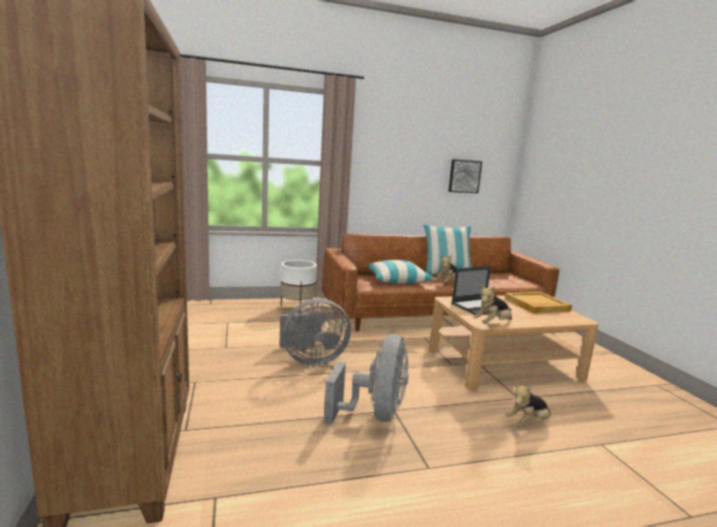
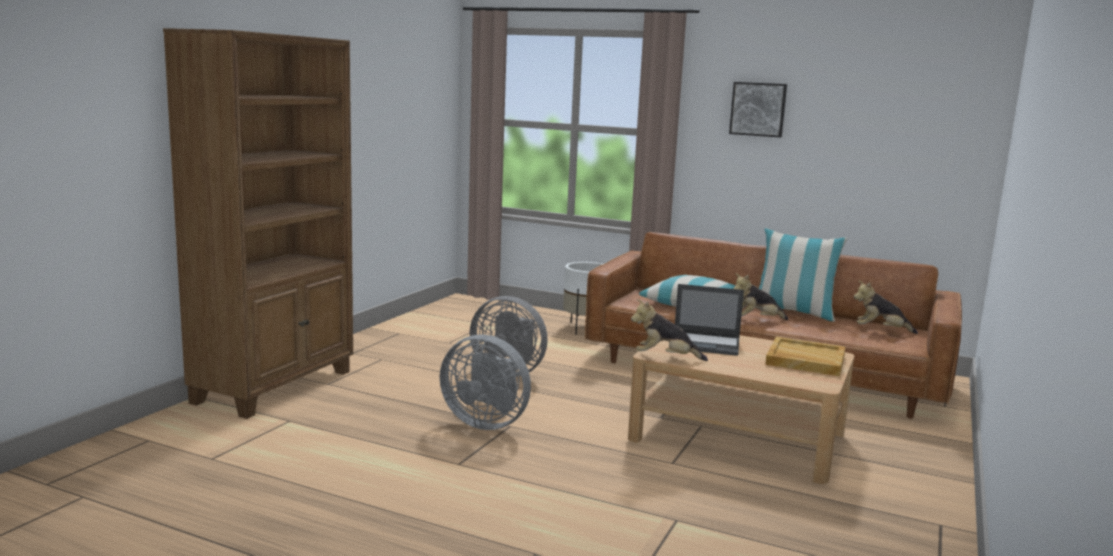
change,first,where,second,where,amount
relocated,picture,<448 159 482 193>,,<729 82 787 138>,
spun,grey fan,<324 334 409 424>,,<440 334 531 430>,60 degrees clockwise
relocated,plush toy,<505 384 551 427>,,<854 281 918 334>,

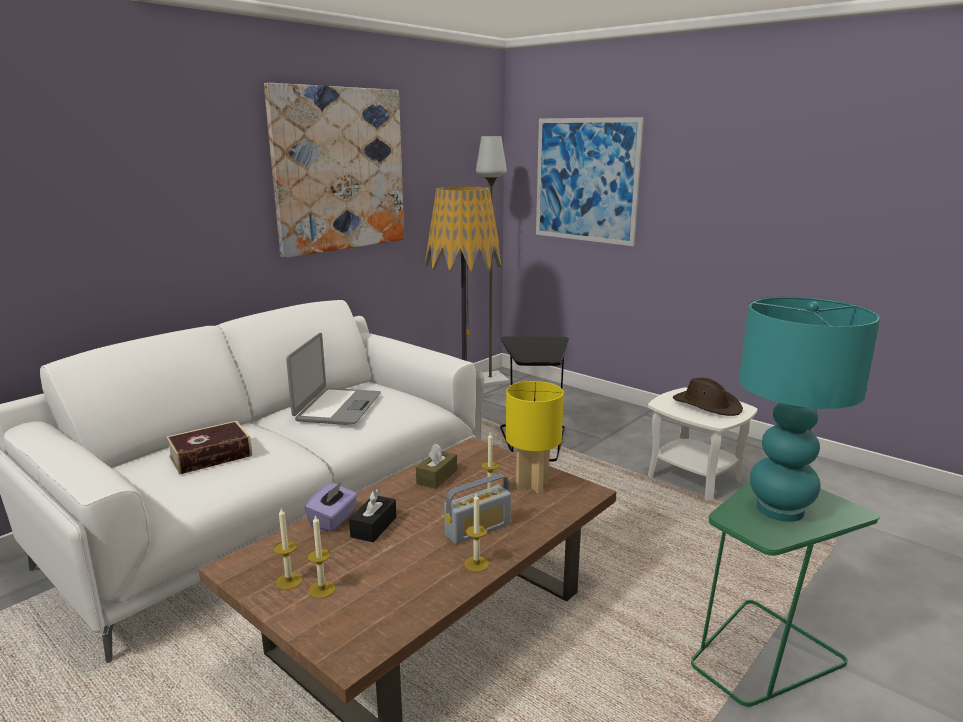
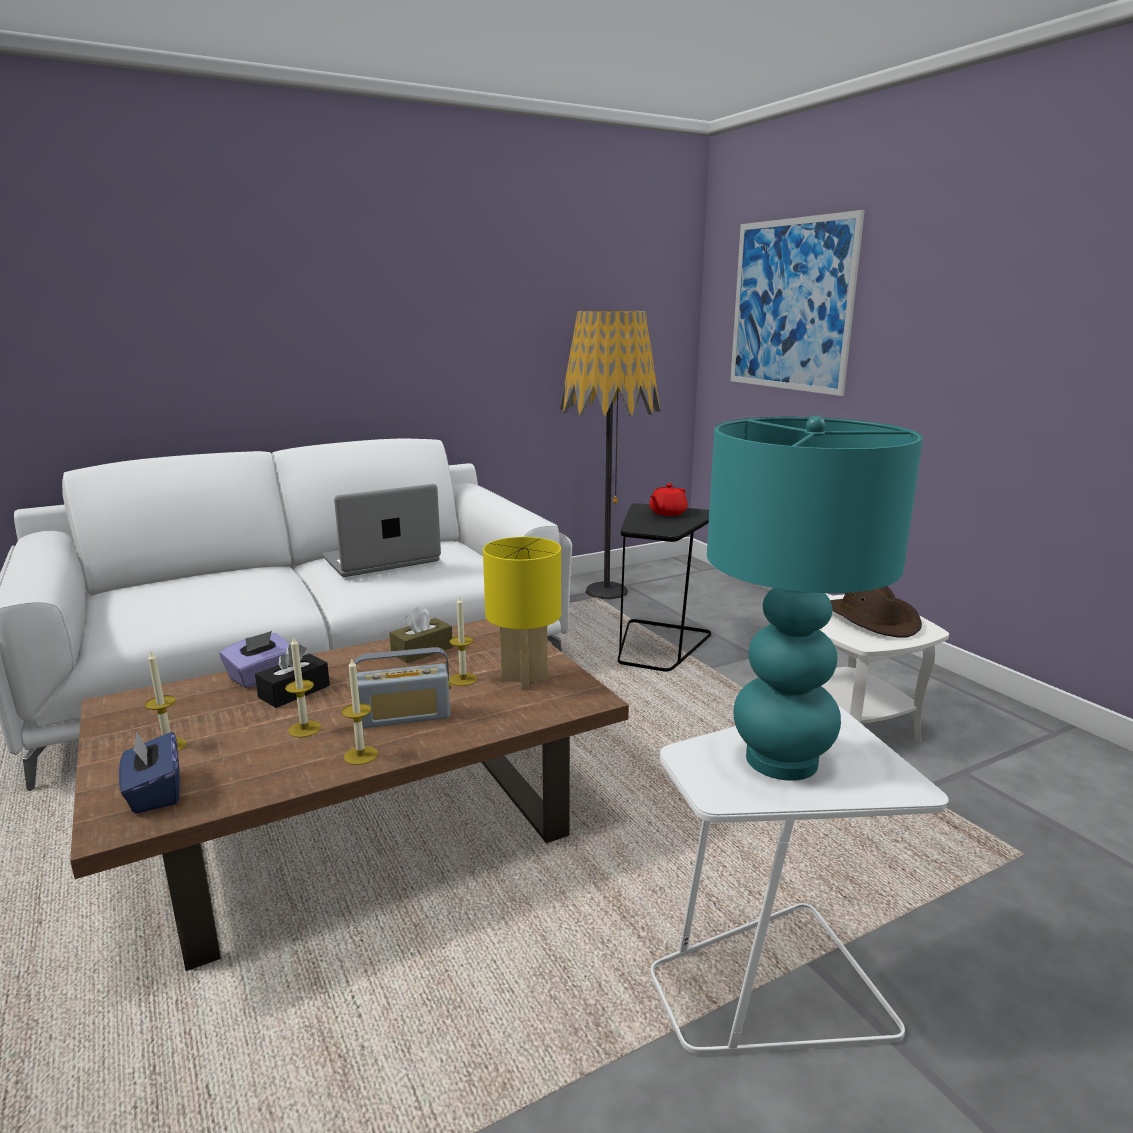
change,first,where,second,where,amount
missing,picture,<264 83 404 258>,,,
missing,grey floor lamp,<476 136 510 387>,,,
spun,laptop,<286 333 381 425>,,<322 484 441 577>,150 degrees counterclockwise
missing,book,<166 421 252 475>,,,
colour,green side table,<691 481 880 707>,white side table,<650 706 949 1054>,
relocated,candle,<274 508 303 590>,,<285 635 321 738>,
appeared,,,red teapot,<649 483 688 516>,
appeared,,,blue tissue box,<119 732 180 814>,

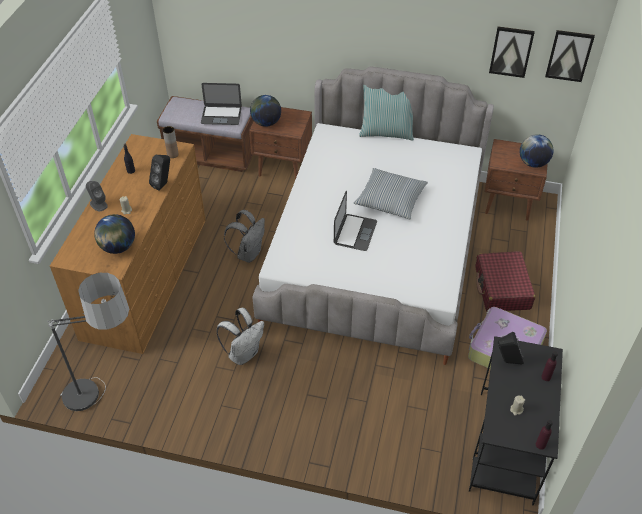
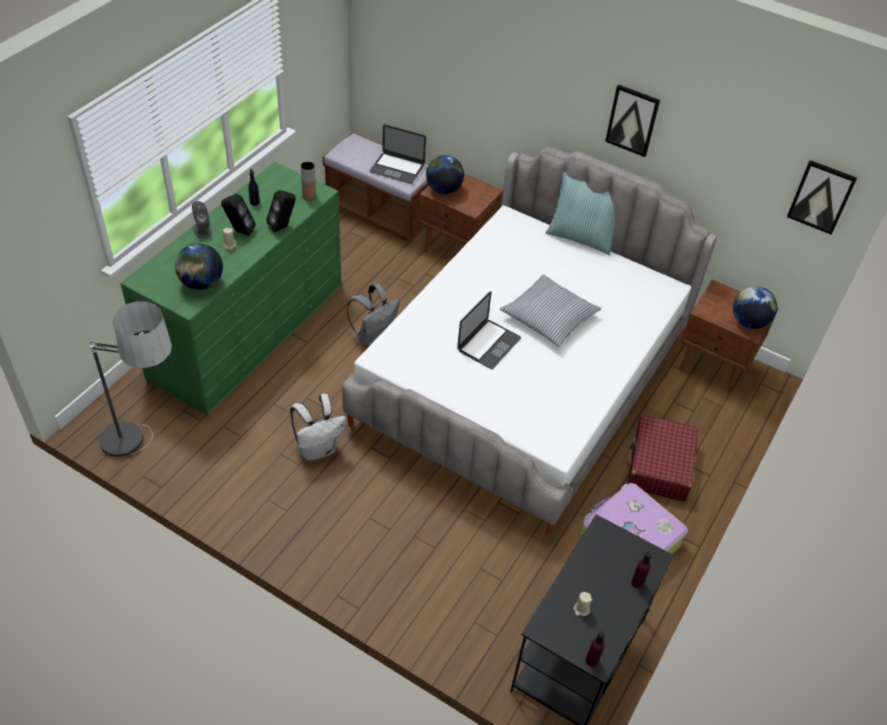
change,first,where,second,where,amount
relocated,picture,<489 26 535 78>,,<605 85 660 157>,
colour,brown dresser,<50 134 206 354>,green dresser,<120 162 341 415>,
relocated,black speaker,<498 332 524 365>,,<221 194 255 236>,

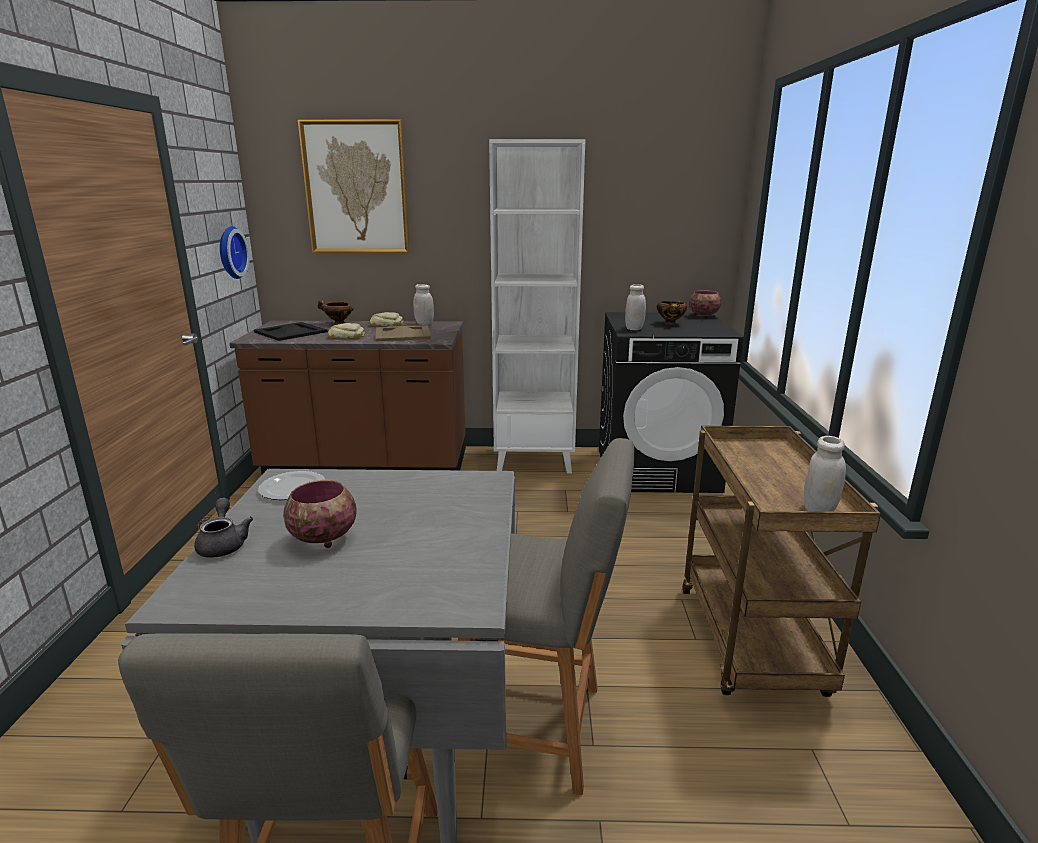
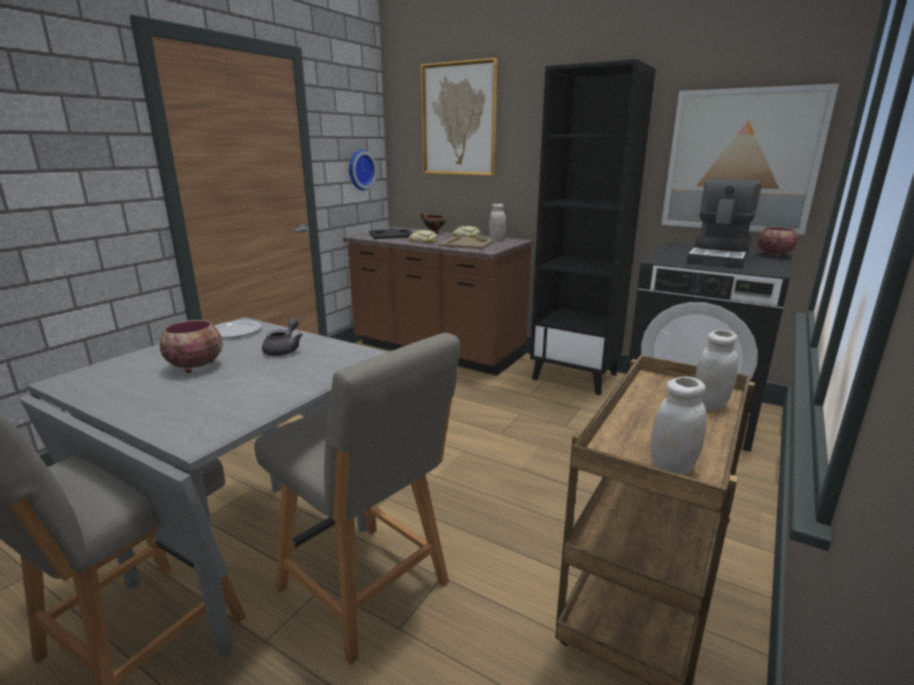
change,first,where,second,where,amount
colour,white bookcase,<489 139 585 474>,black bookcase,<530 59 656 395>,
relocated,white jar,<625 284 646 330>,,<695 330 738 411>,
exchanged,bowl,<657 301 687 325>,coffee machine,<687 178 762 268>,
relocated,grey teapot,<194 498 253 558>,,<262 318 303 356>,
appeared,,,picture,<661 84 839 235>,

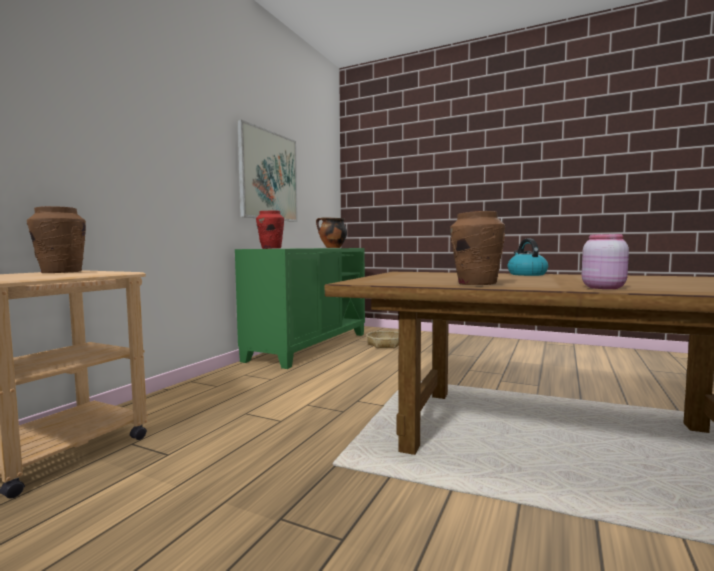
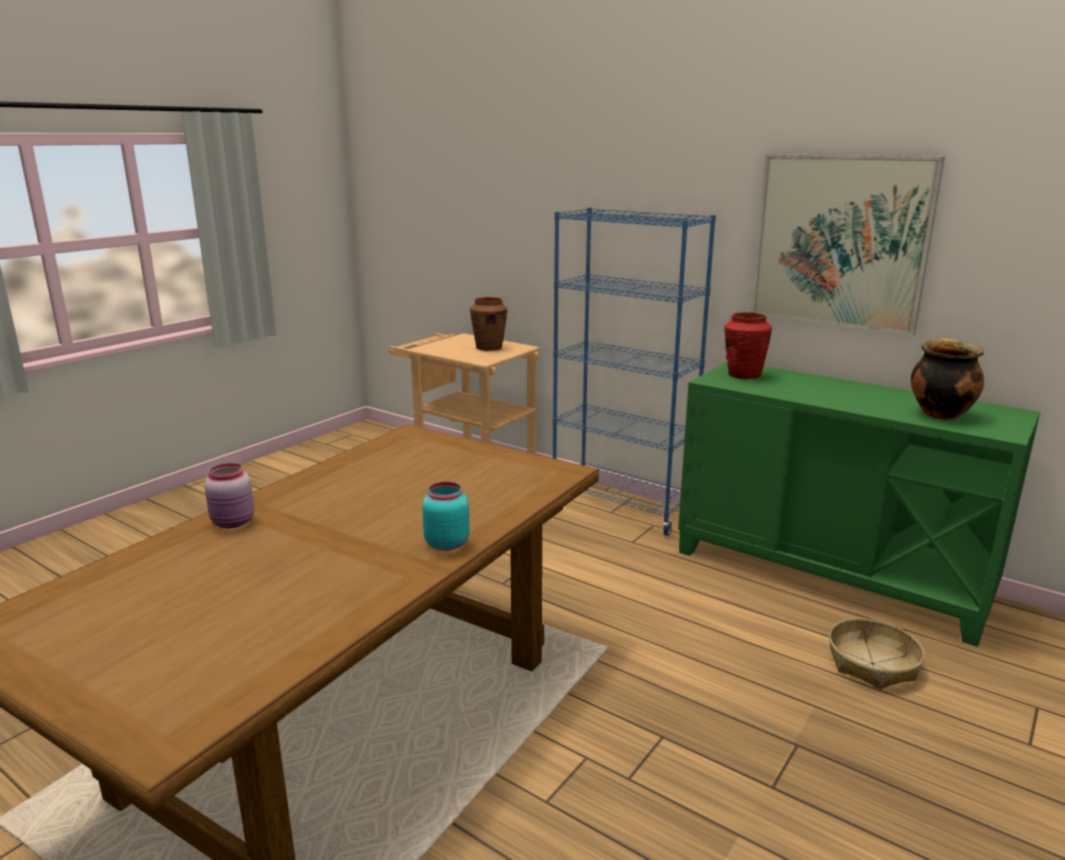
change,first,where,second,where,amount
missing,brown vase,<450 211 506 285>,,,
exchanged,kettle,<508 239 548 276>,turquoise jar,<422 482 470 551>,
appeared,,,blue bookcase,<553 207 716 535>,

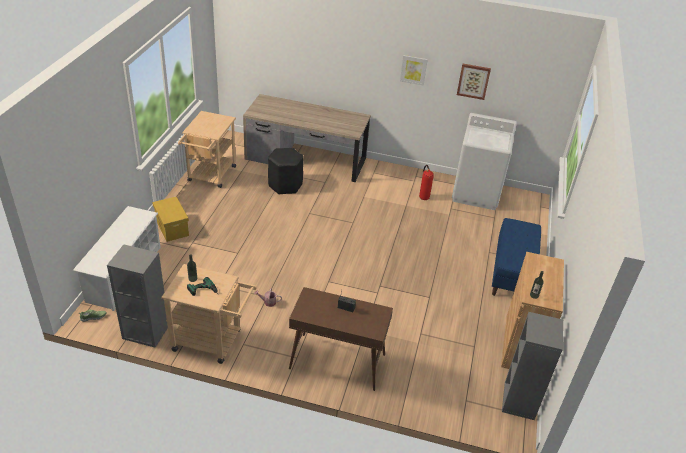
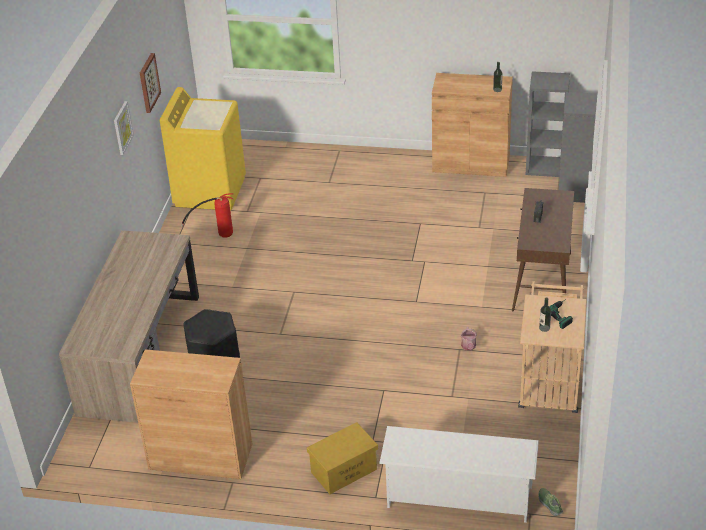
change,first,where,second,where,amount
exchanged,beige cart,<178 111 236 188>,brown cabinet,<130 349 252 479>,
colour,white washing machine,<452 113 517 210>,yellow washing machine,<160 87 246 211>,
missing,blue bench,<492 218 541 296>,,,
relocated,grey bookcase,<107 244 168 348>,,<559 92 597 203>,

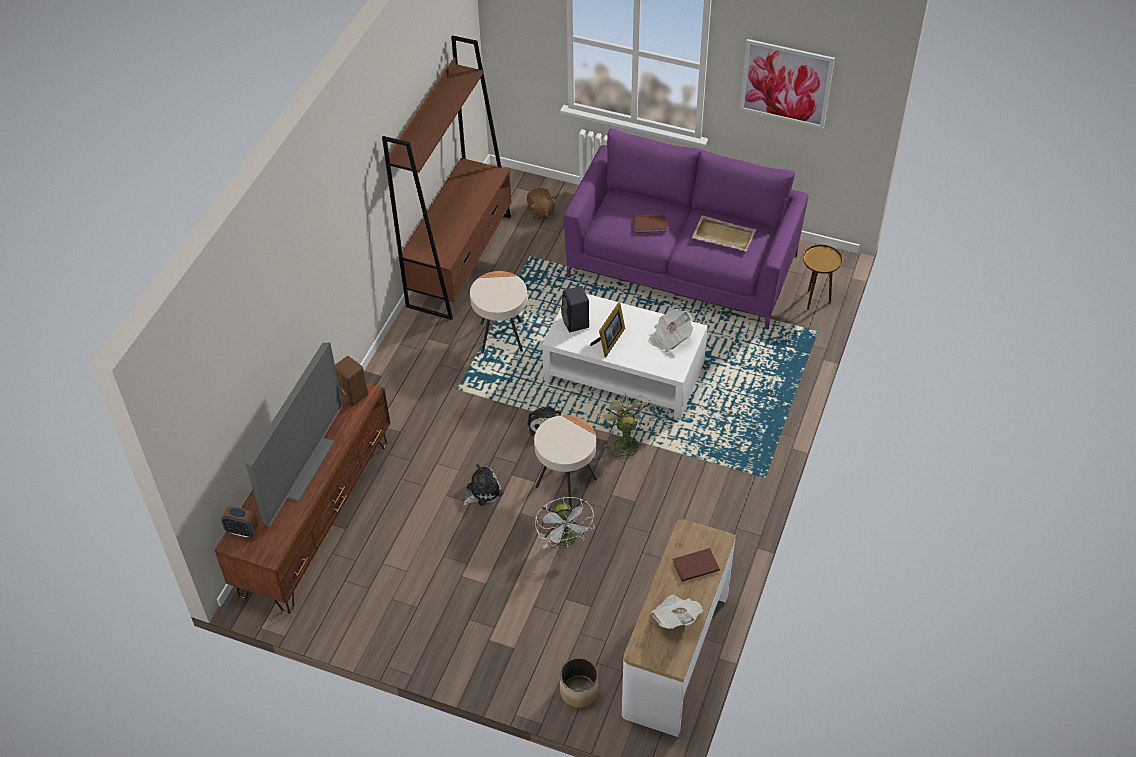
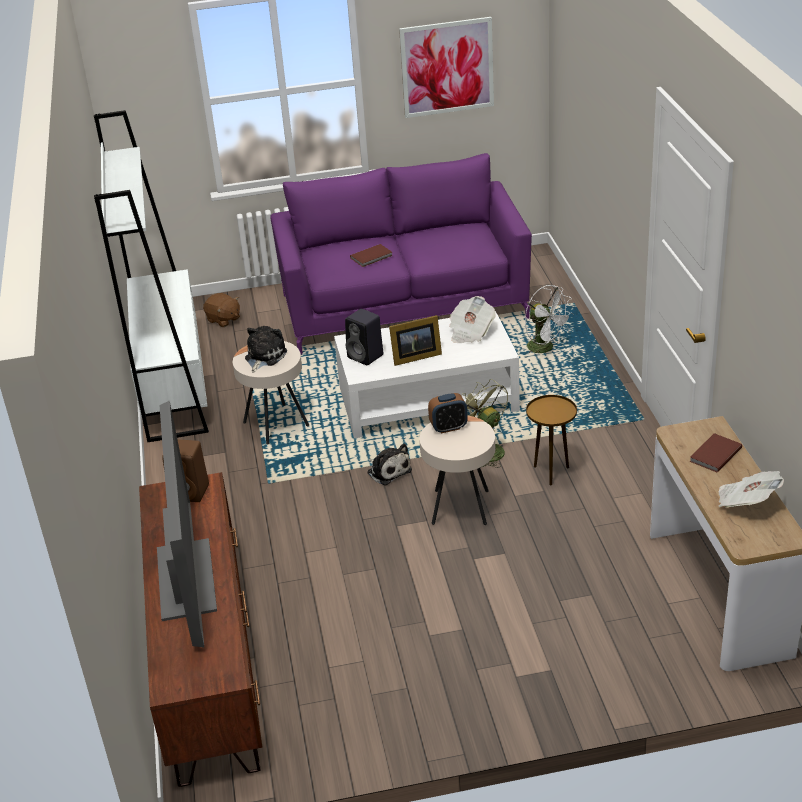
change,first,where,second,where,amount
colour,brown bookcase,<382 35 511 320>,white bookcase,<94 110 209 442>,
missing,beige tray,<691 215 756 251>,,,
relocated,brown side table,<803 245 842 310>,,<526 395 577 486>,
spun,picture frame,<590 302 625 357>,,<389 315 442 366>,75 degrees clockwise
relocated,plush toy,<462 464 503 506>,,<245 326 287 373>,
relocated,white fan,<535 497 594 549>,,<525 285 573 354>,
relocated,alarm clock,<221 506 258 538>,,<428 393 468 433>,
missing,planter,<560 658 598 708>,,,

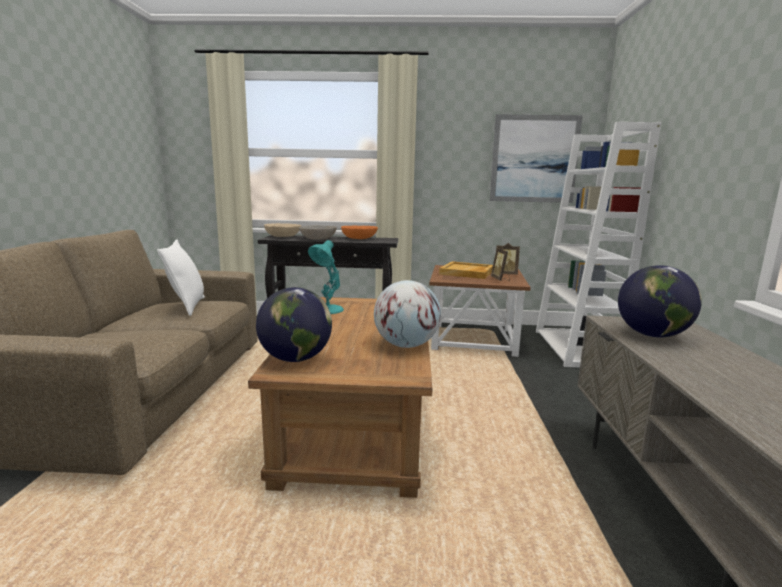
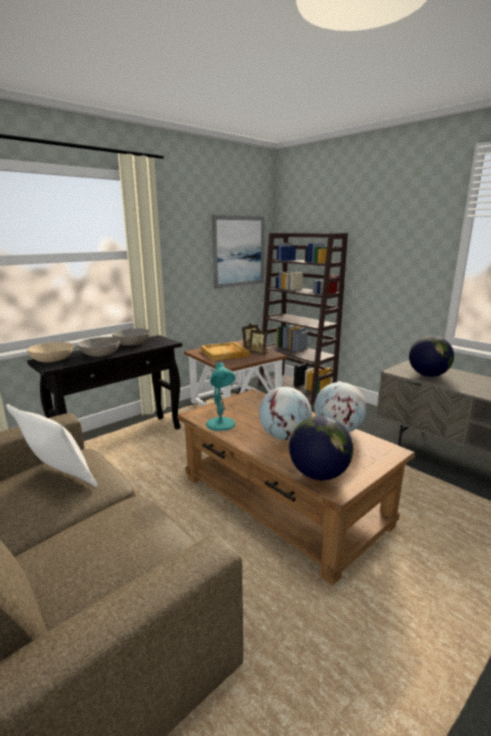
change,first,where,second,where,amount
colour,white bookcase,<536 122 661 367>,brown bookcase,<258 233 348 404>,
colour,orange bowl,<341 225 378 239>,grey bowl,<112 328 150 346>,
appeared,,,globe,<259 387 312 440>,

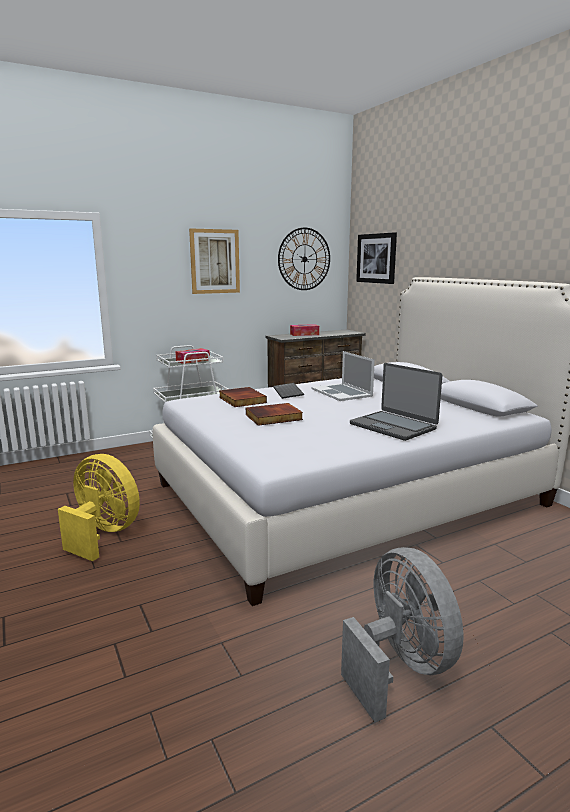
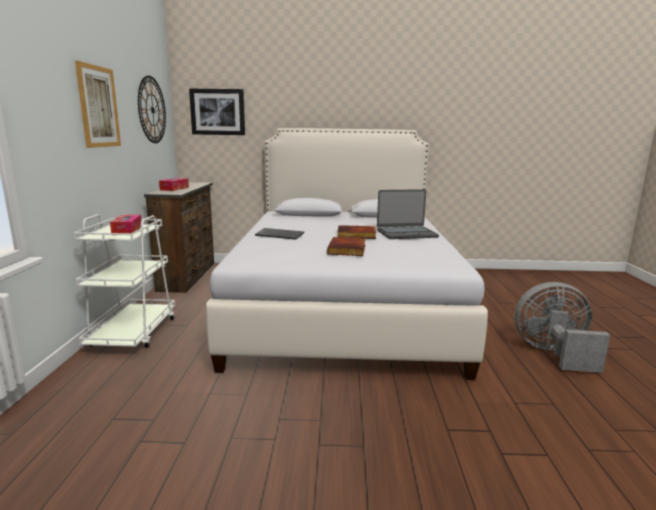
change,first,where,second,where,amount
missing,laptop,<311 351 375 401>,,,
relocated,book,<219 387 267 407>,,<338 225 376 239>,
missing,yellow fan,<58 454 140 561>,,,

